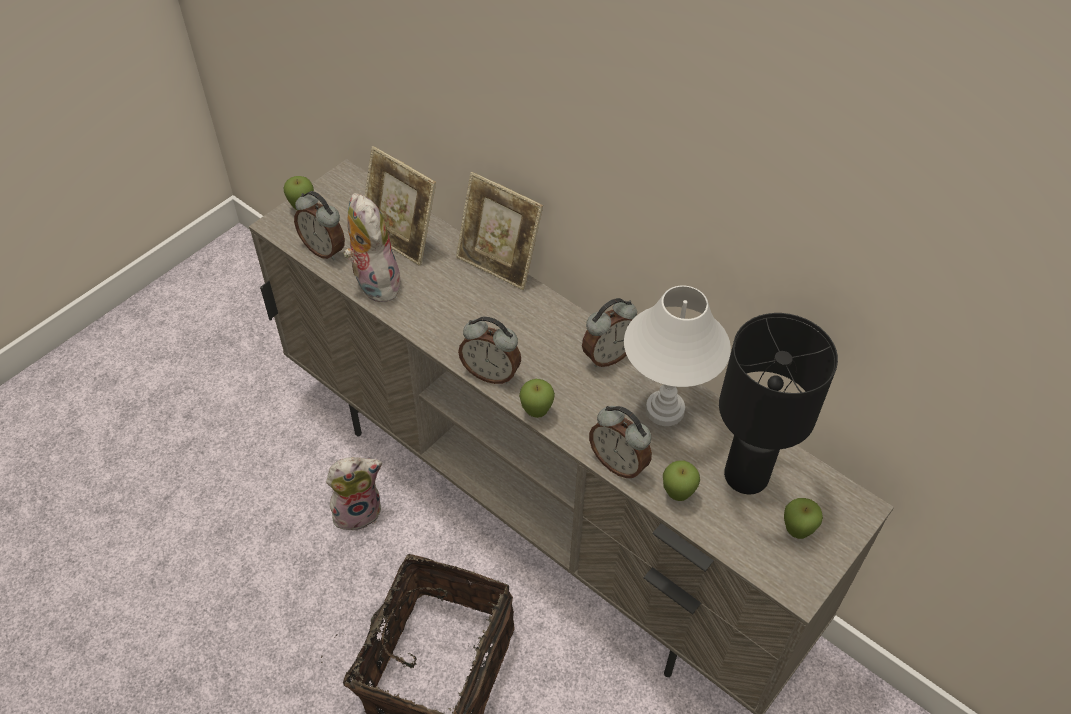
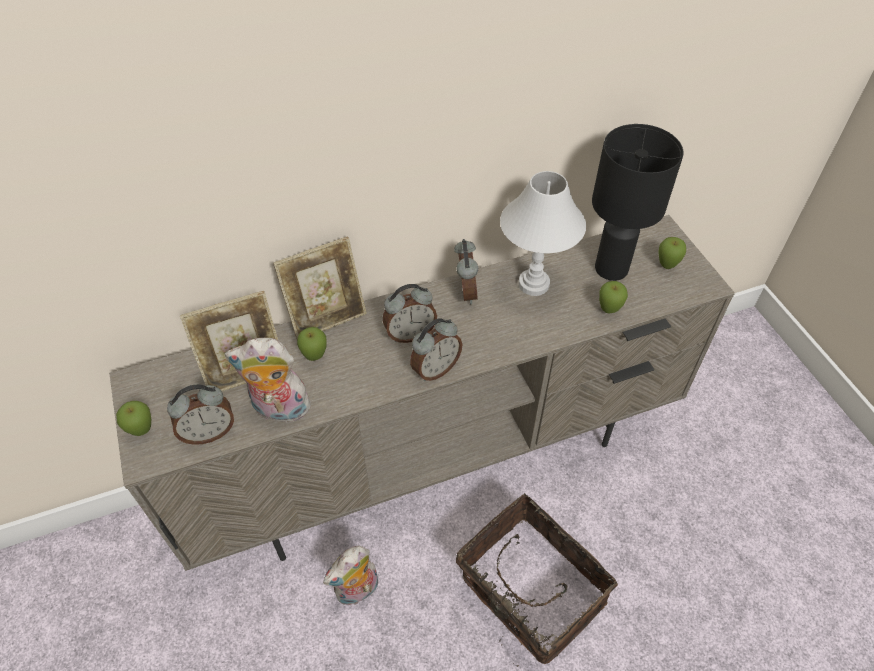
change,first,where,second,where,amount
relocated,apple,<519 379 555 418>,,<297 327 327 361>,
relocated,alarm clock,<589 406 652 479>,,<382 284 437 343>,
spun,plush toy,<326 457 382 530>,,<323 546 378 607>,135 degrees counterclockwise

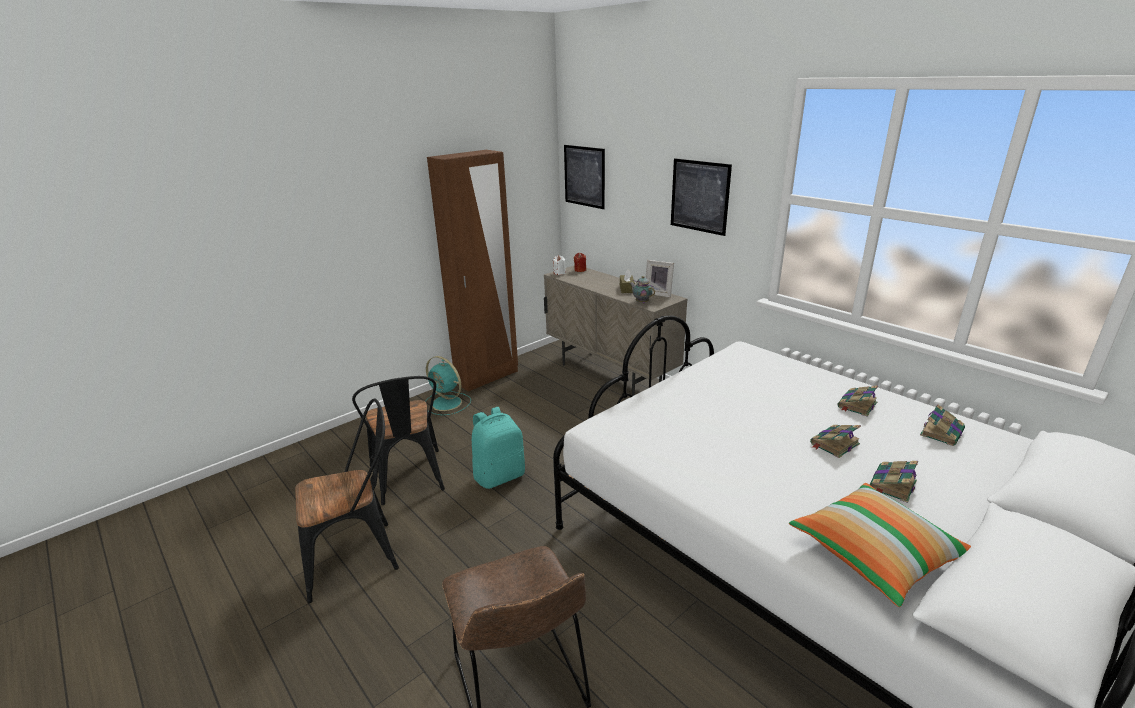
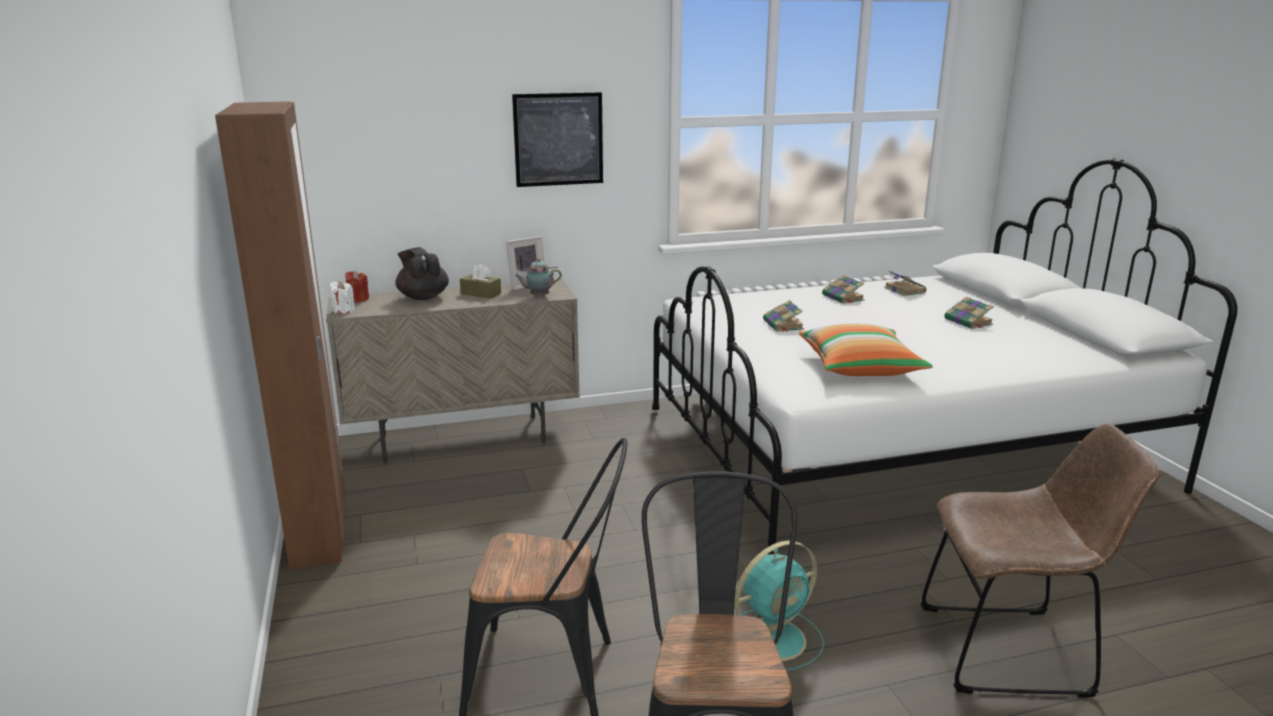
change,first,where,second,where,amount
missing,picture,<564 145 605 209>,,,
relocated,turquoise fan,<425 356 471 415>,,<734 540 824 671>,
missing,turquoise backpack,<472 407 525 489>,,,
relocated,book,<810 425 861 458>,,<763 300 804 332>,
relocated,pillow,<789 483 971 607>,,<799 324 933 376>,
appeared,,,black teapot,<395 247 449 300>,

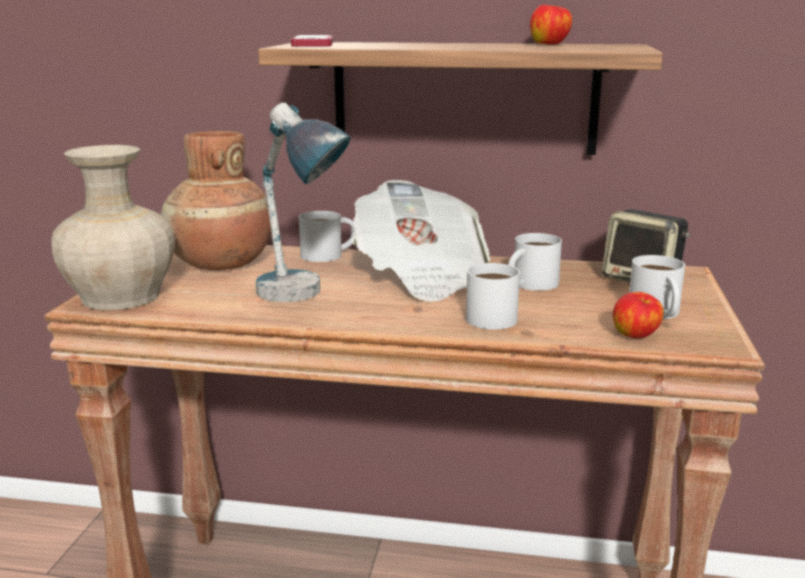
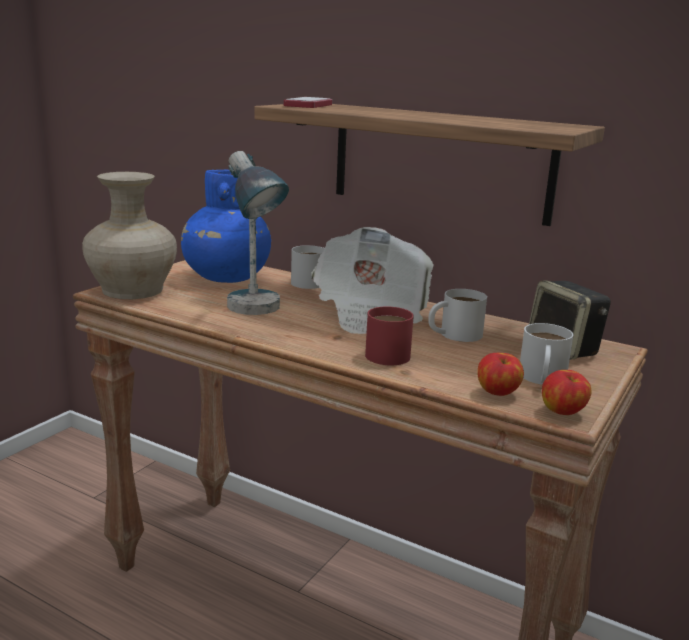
change,first,where,second,where,amount
relocated,apple,<530 4 572 45>,,<542 370 592 415>,
colour,brown vase,<161 131 271 270>,blue vase,<181 170 271 283>,
colour,white mug,<466 263 520 330>,red mug,<365 307 414 365>,

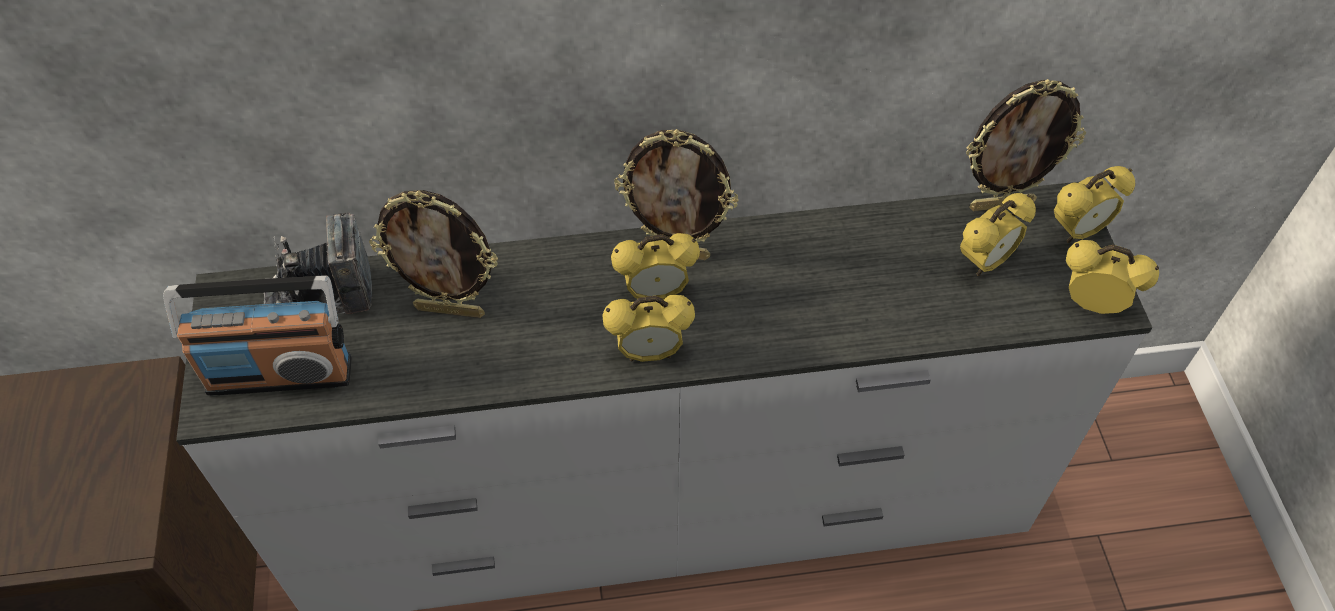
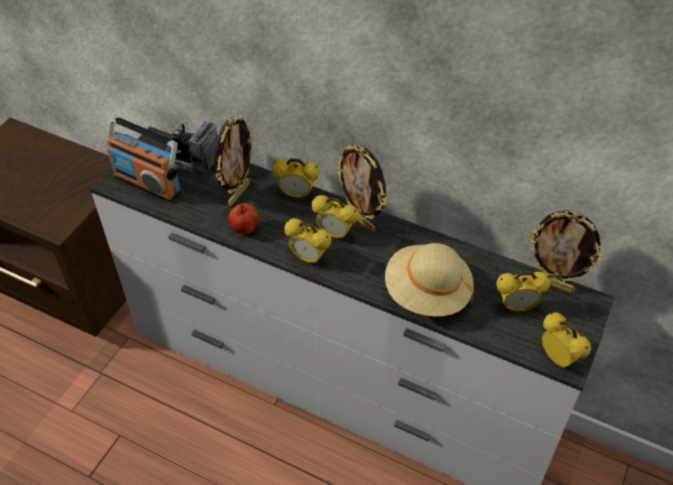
change,first,where,second,where,amount
relocated,alarm clock,<1054 166 1135 243>,,<272 158 320 199>,
spun,picture frame,<369 190 498 318>,,<214 115 254 206>,105 degrees counterclockwise
appeared,,,apple,<228 203 259 234>,
appeared,,,beige hat,<385 243 474 316>,

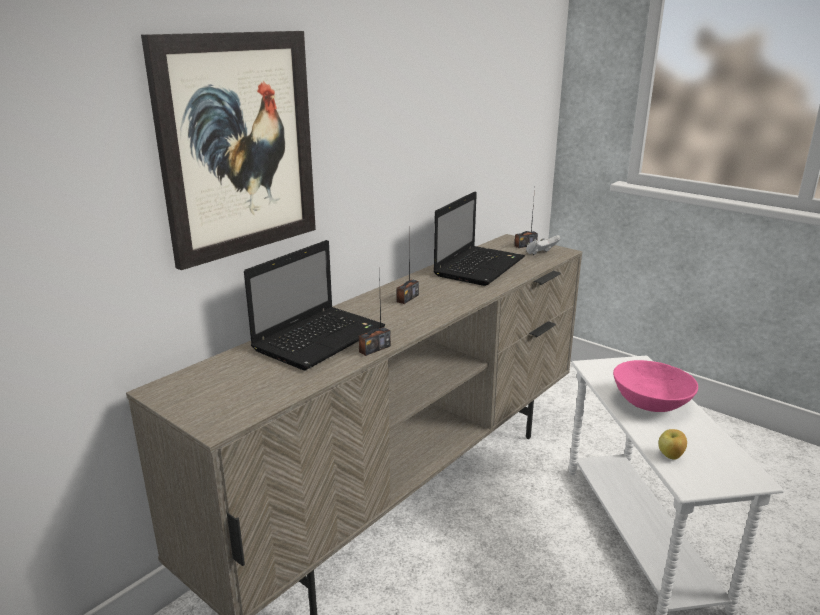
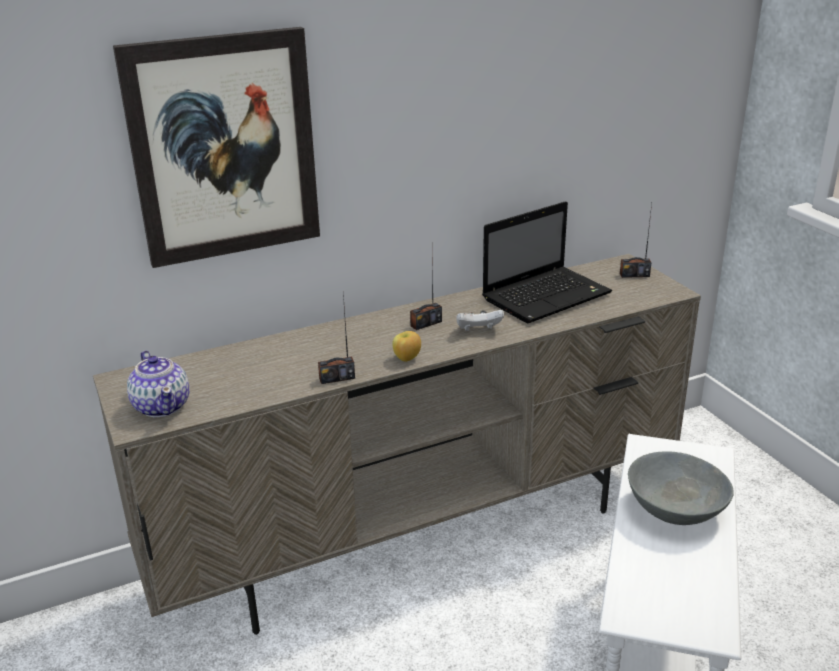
change,first,where,second,where,amount
relocated,white game controller,<526 235 560 255>,,<456 310 504 331>,
missing,laptop,<244 240 385 370>,,,
colour,pink bowl,<613 360 698 412>,grey bowl,<628 452 734 525>,
relocated,apple,<659 429 687 460>,,<392 331 421 362>,
appeared,,,teapot,<127 351 190 417>,

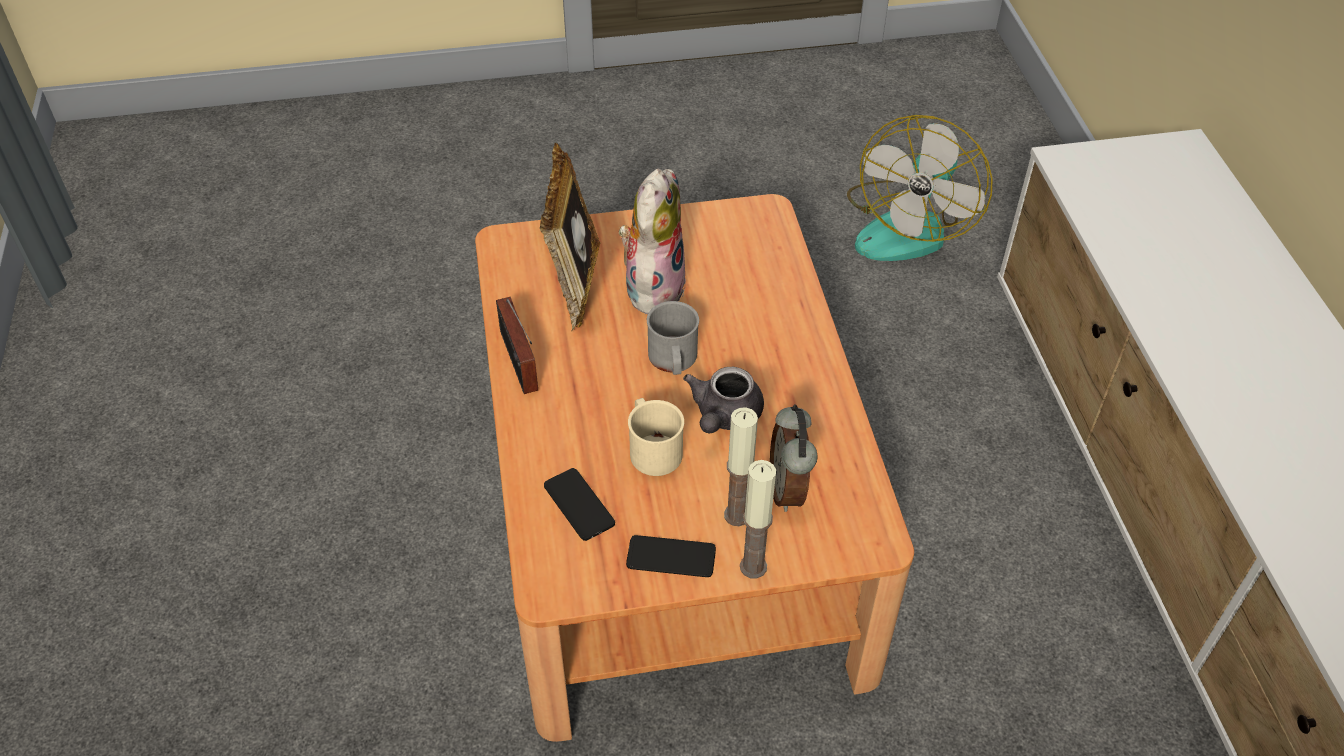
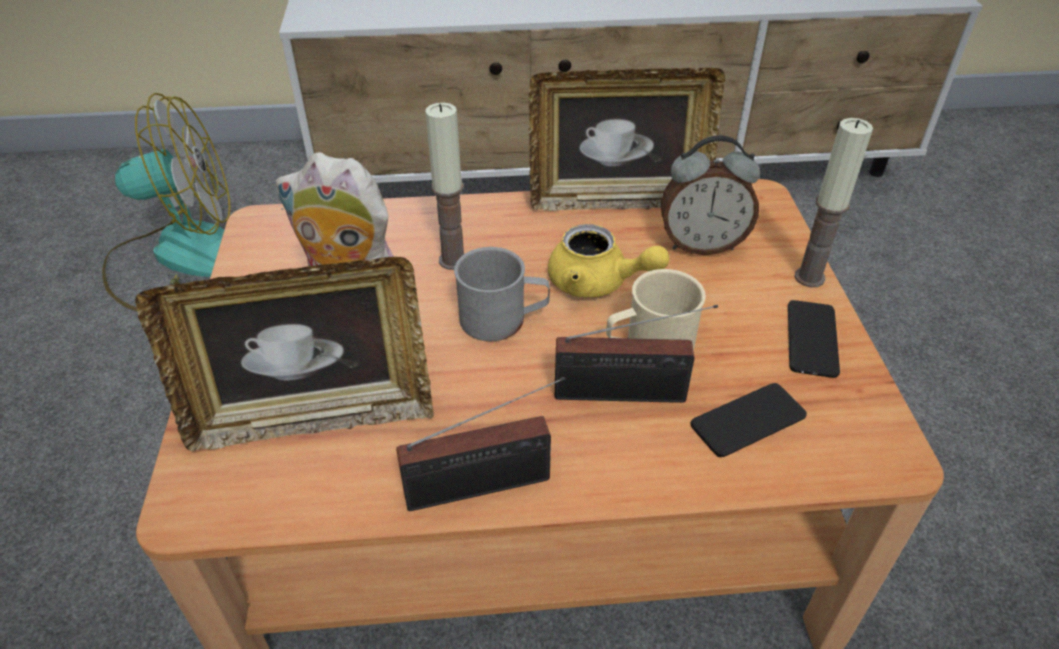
change,first,where,second,where,amount
spun,fan,<847 115 993 261>,,<102 93 231 311>,45 degrees counterclockwise
colour,grey teapot,<683 367 764 434>,yellow teapot,<548 224 669 297>,
relocated,candle,<724 407 758 526>,,<425 102 465 270>,
appeared,,,picture frame,<529 68 725 211>,
appeared,,,radio,<555 305 718 403>,

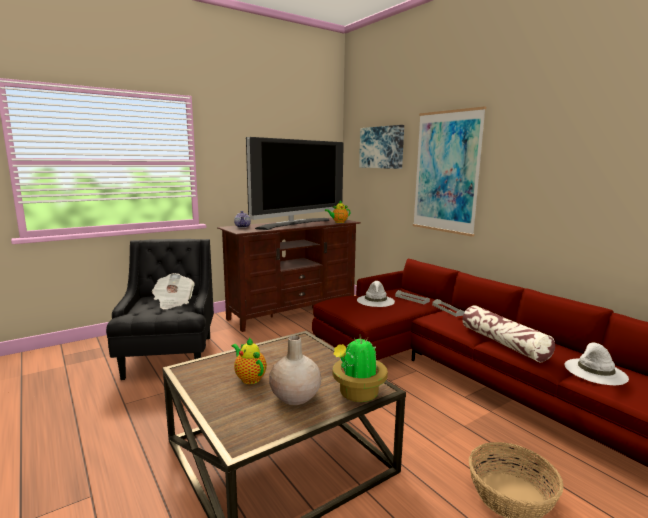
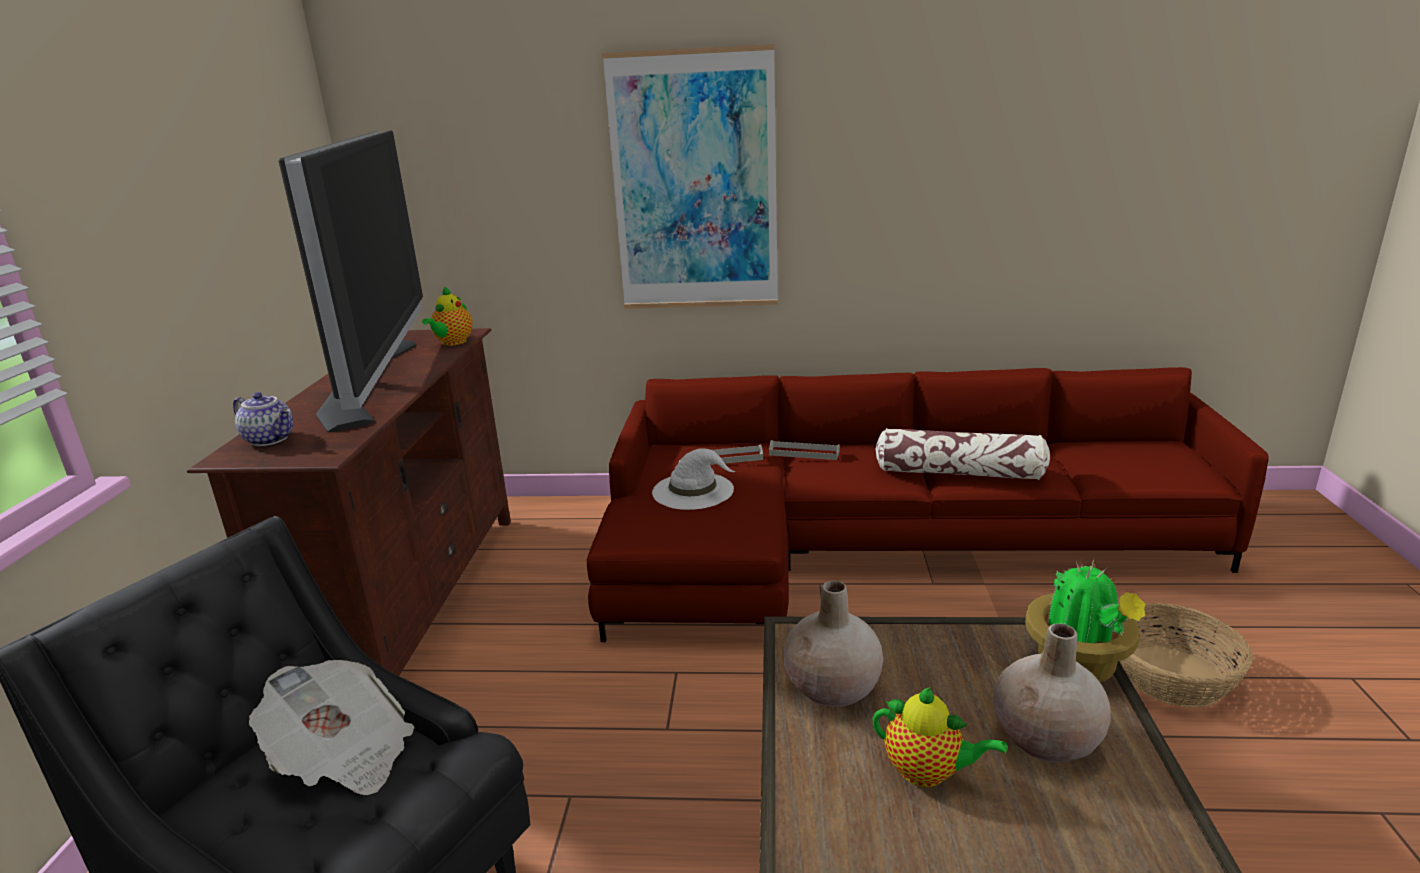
change,first,where,second,where,amount
missing,picture,<359 125 404 169>,,,
spun,teapot,<232 337 267 384>,,<873 687 1007 787>,150 degrees counterclockwise
missing,white hat,<565 342 629 385>,,,
appeared,,,beige vase,<783 581 883 707>,

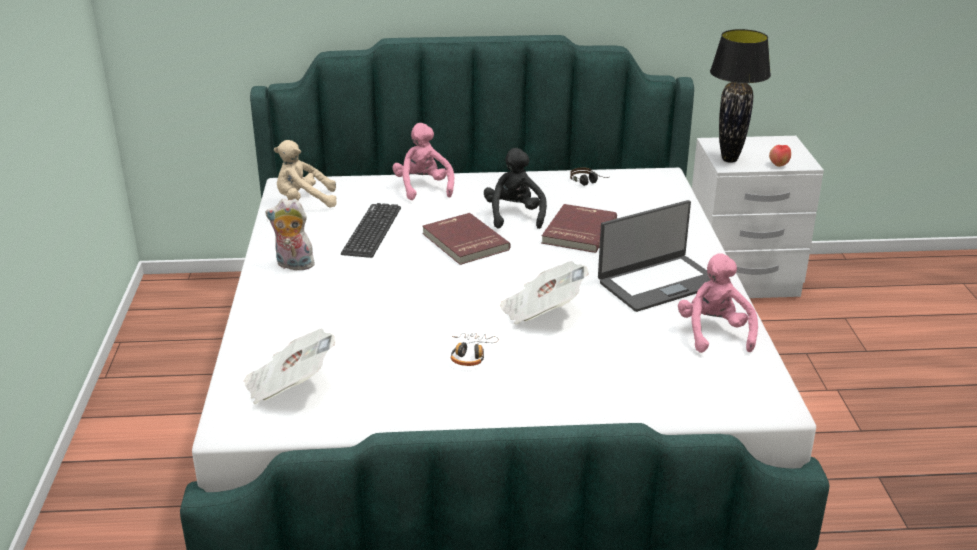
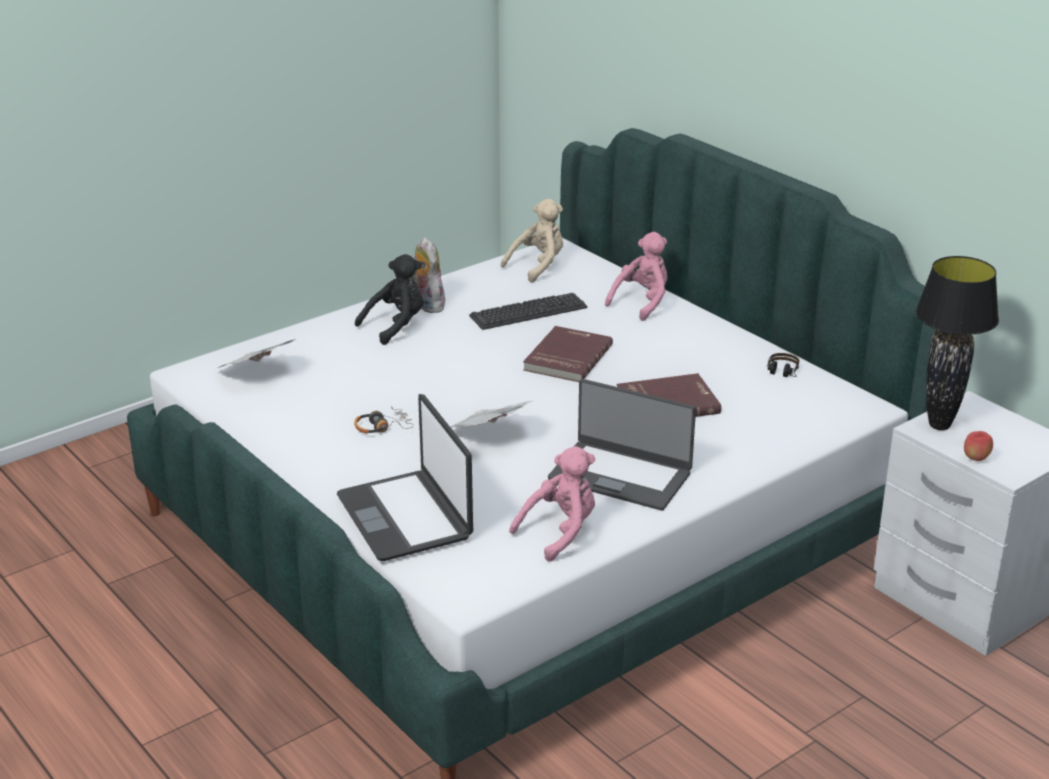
change,first,where,second,where,amount
spun,beige plush toy,<274 140 337 208>,,<501 199 563 283>,90 degrees clockwise
relocated,black plush toy,<484 148 547 229>,,<355 254 423 345>,
appeared,,,laptop,<337 394 473 561>,

